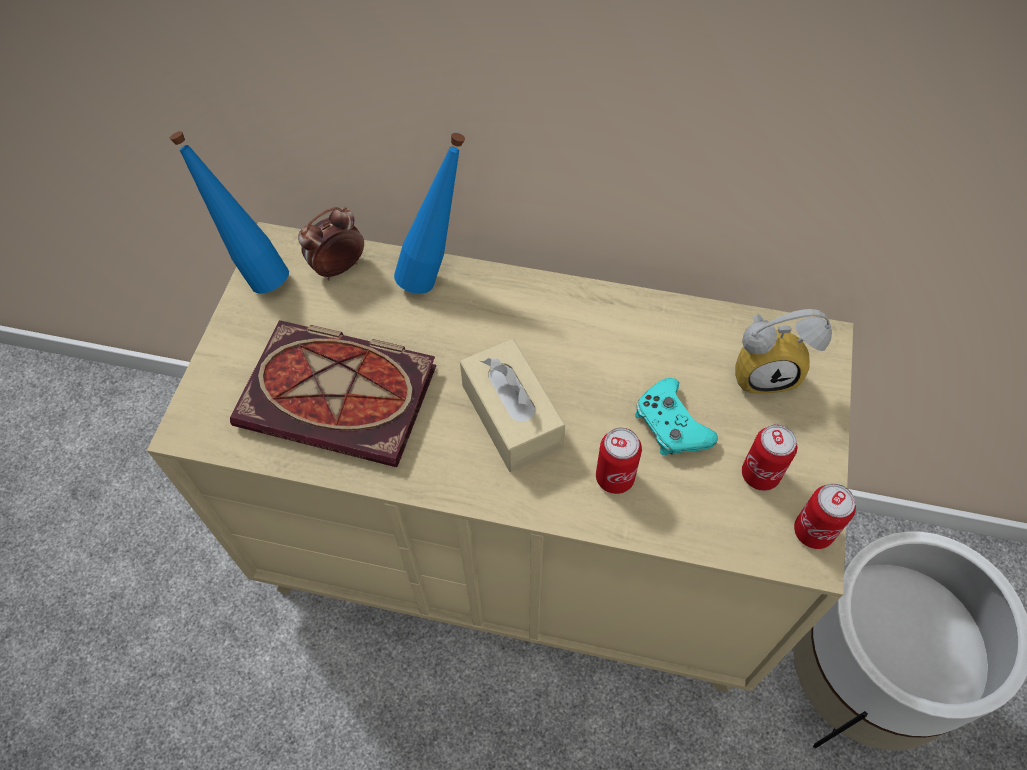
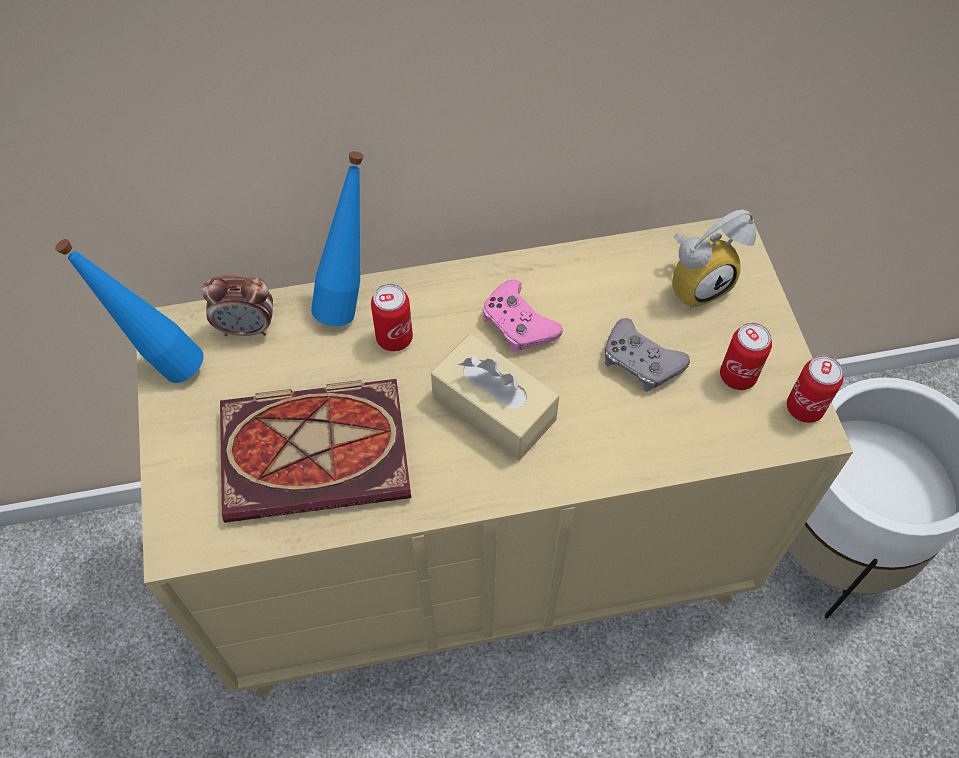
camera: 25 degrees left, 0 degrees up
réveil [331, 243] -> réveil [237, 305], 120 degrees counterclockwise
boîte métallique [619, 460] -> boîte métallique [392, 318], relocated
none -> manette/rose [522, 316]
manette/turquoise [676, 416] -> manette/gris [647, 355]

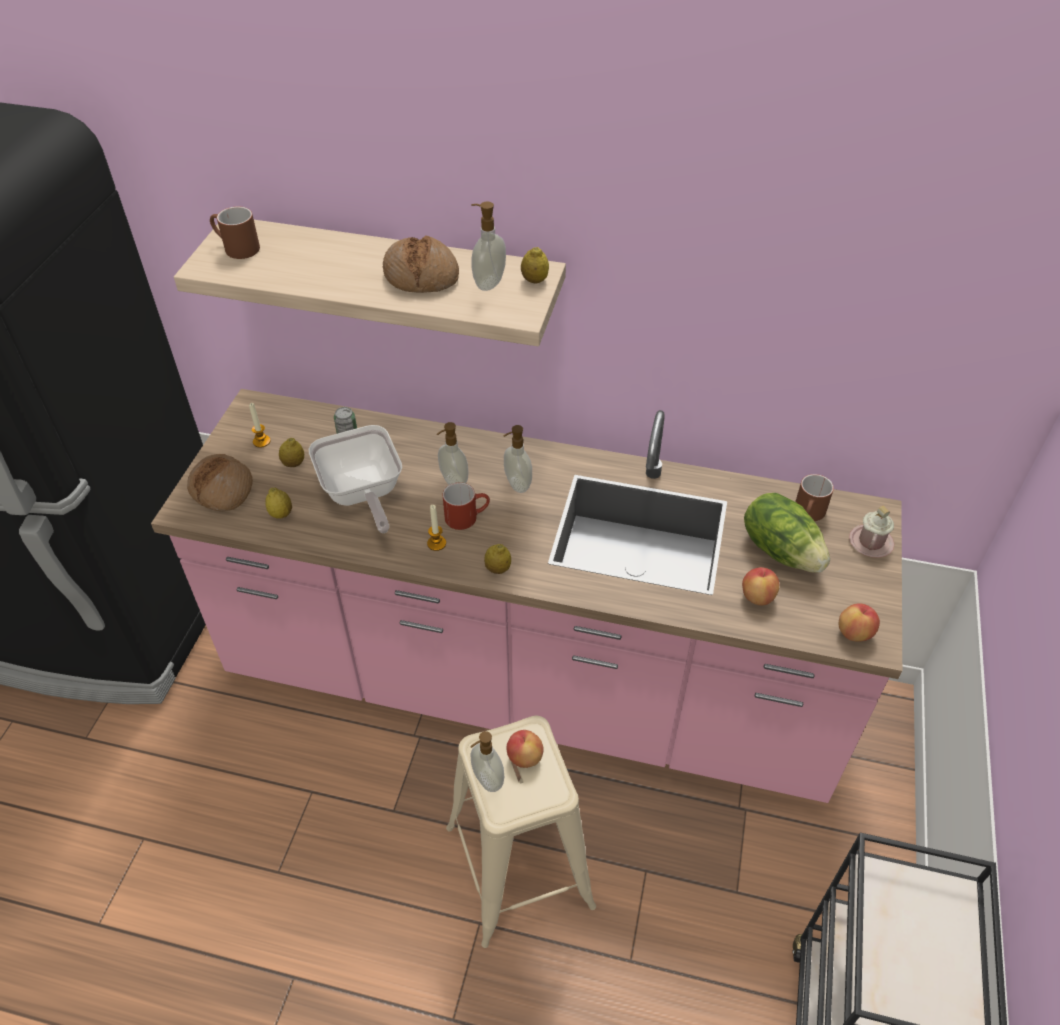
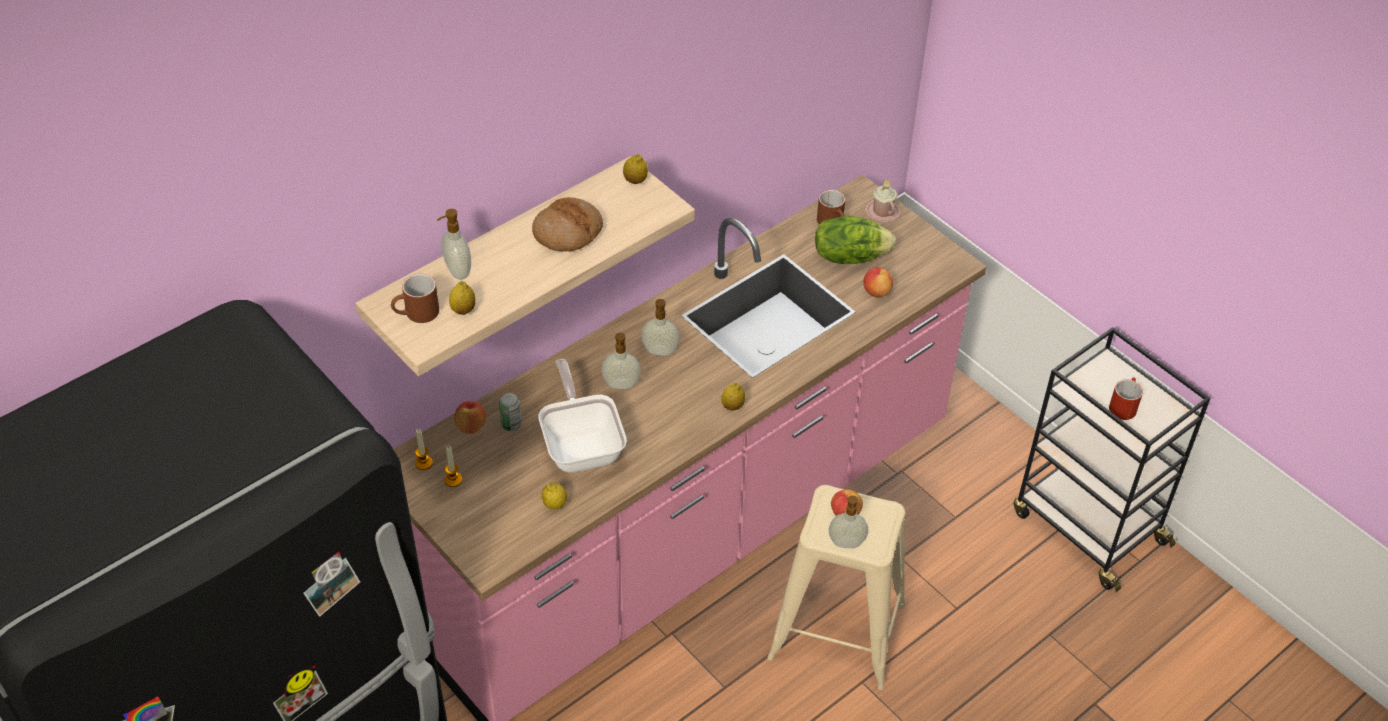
camera: 55 degrees left, 0 degrees up
bougie [436, 528] -> bougie [424, 449], relocated
distributeur de savon [488, 246] -> distributeur de savon [454, 244], relocated
citron [291, 452] -> citron [462, 298], relocated
pomme [859, 622] -> pomme [470, 417], relocated
poêle [355, 479] -> poêle [582, 416], 120 degrees counterclockwise
mug/rouge [466, 506] -> mug/rouge [1126, 399], relocated
pain [220, 482] -> none

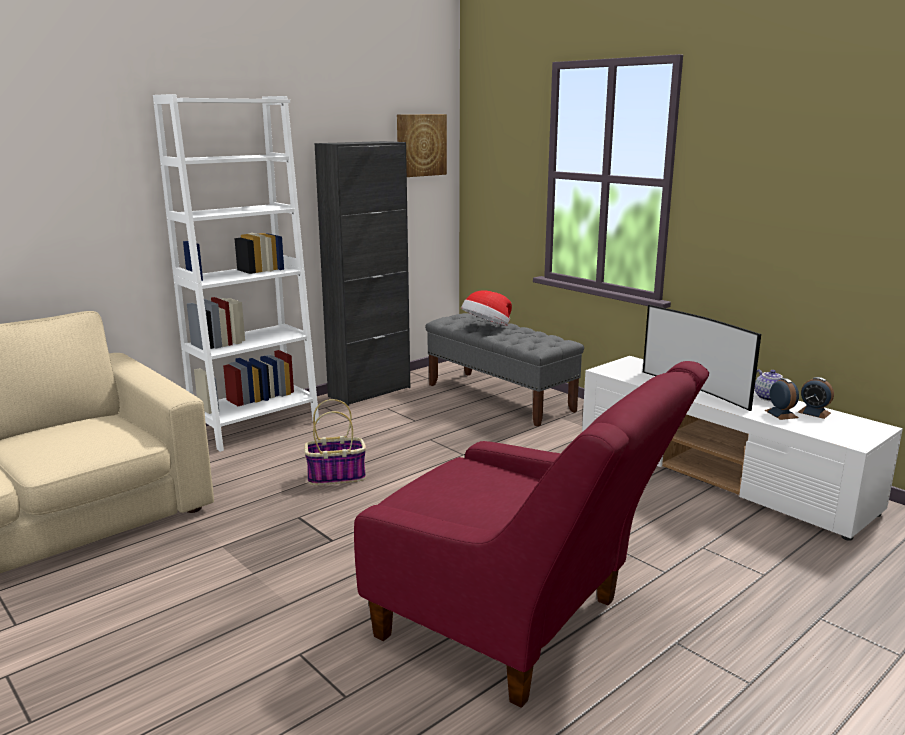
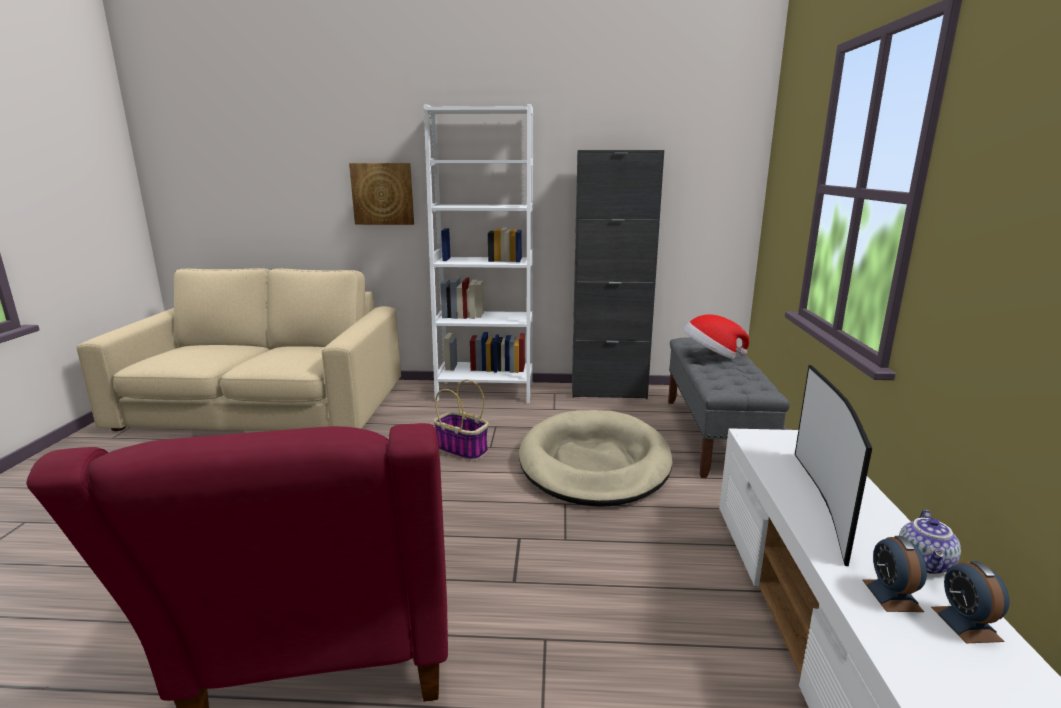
camera: 45 degrees right, 0 degrees up
tableau [422, 145] -> tableau [381, 194], relocated
none -> panier pour chien/beige [596, 458]
réveil [781, 399] -> réveil [894, 574], 150 degrees clockwise

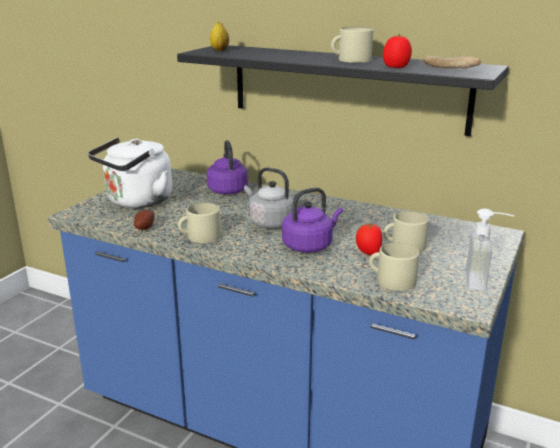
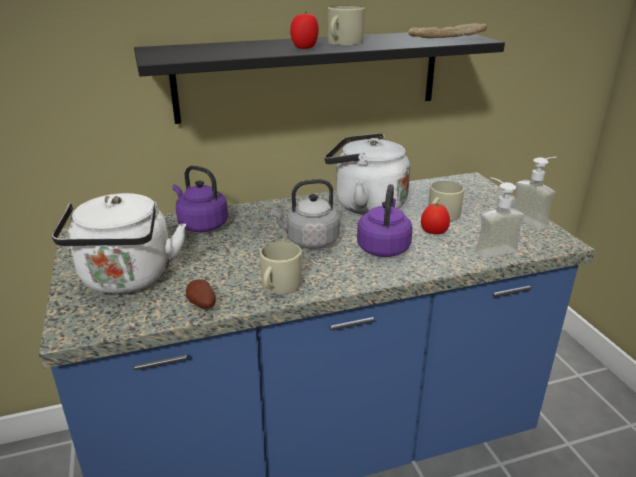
camera: 45 degrees left, 5 degrees up
tomate [397, 51] -> tomate [304, 30], relocated
none -> bouilloire/blanc [367, 174]
mug/beige [394, 267] -> distributeur de savon [500, 217]
citron [219, 36] -> none

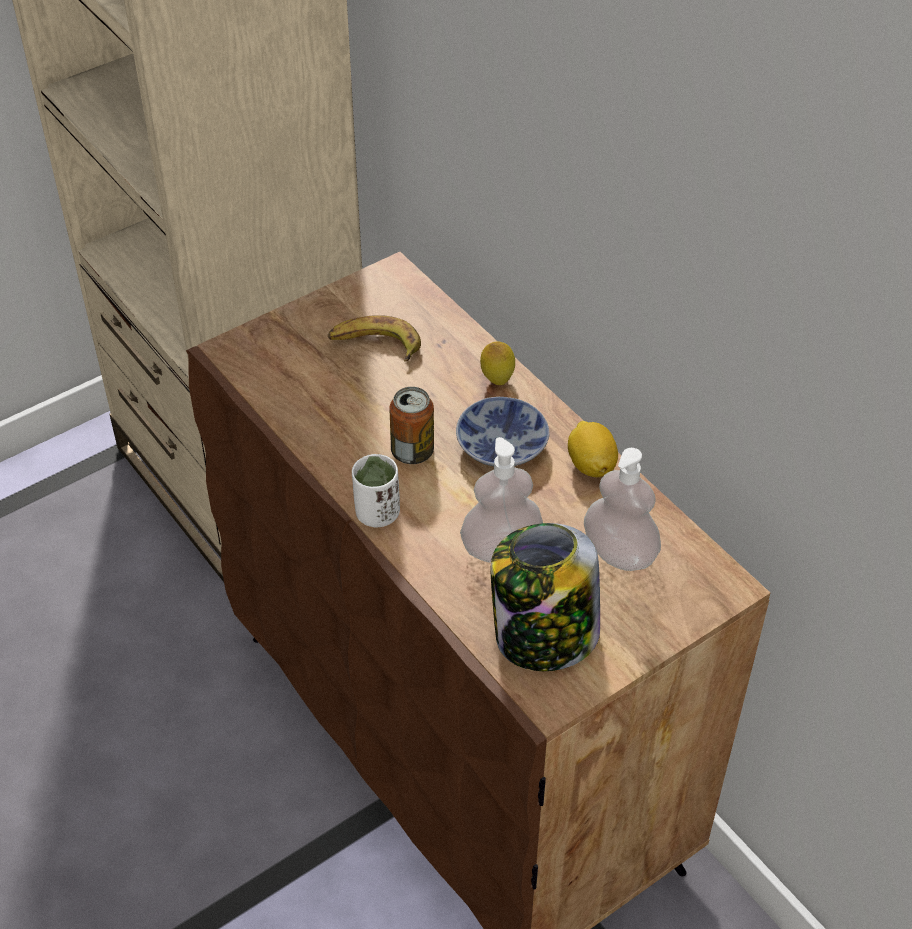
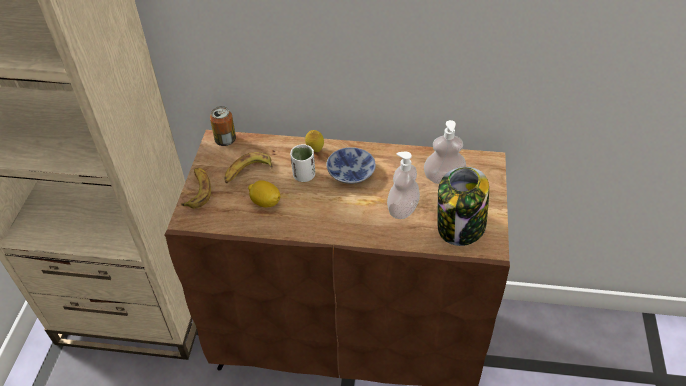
camera: 45 degrees left, 0 degrees up
none -> banane [196, 188]
boîte métallique [411, 425] -> boîte métallique [223, 126], relocated
citron [593, 449] -> citron [264, 194], relocated
tasse/blanc [376, 490] -> tasse/blanc [302, 163], relocated

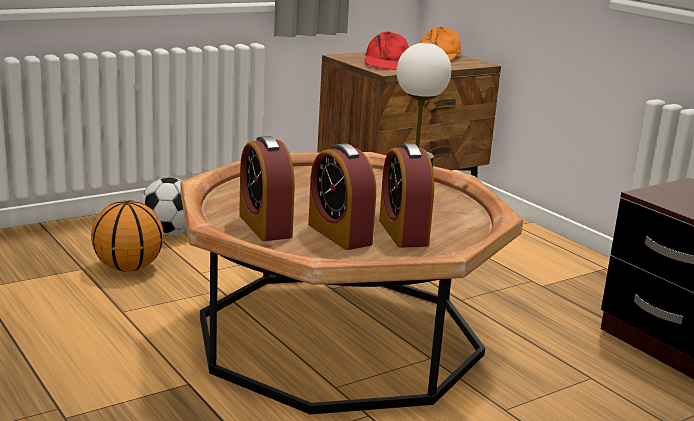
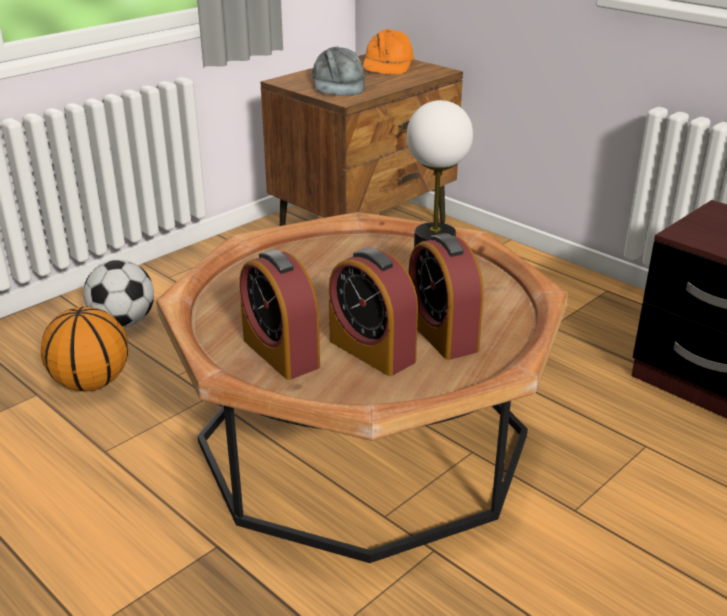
camera: 10 degrees left, 10 degrees up
casquette/rouge [387, 50] -> casquette/gris [339, 71]

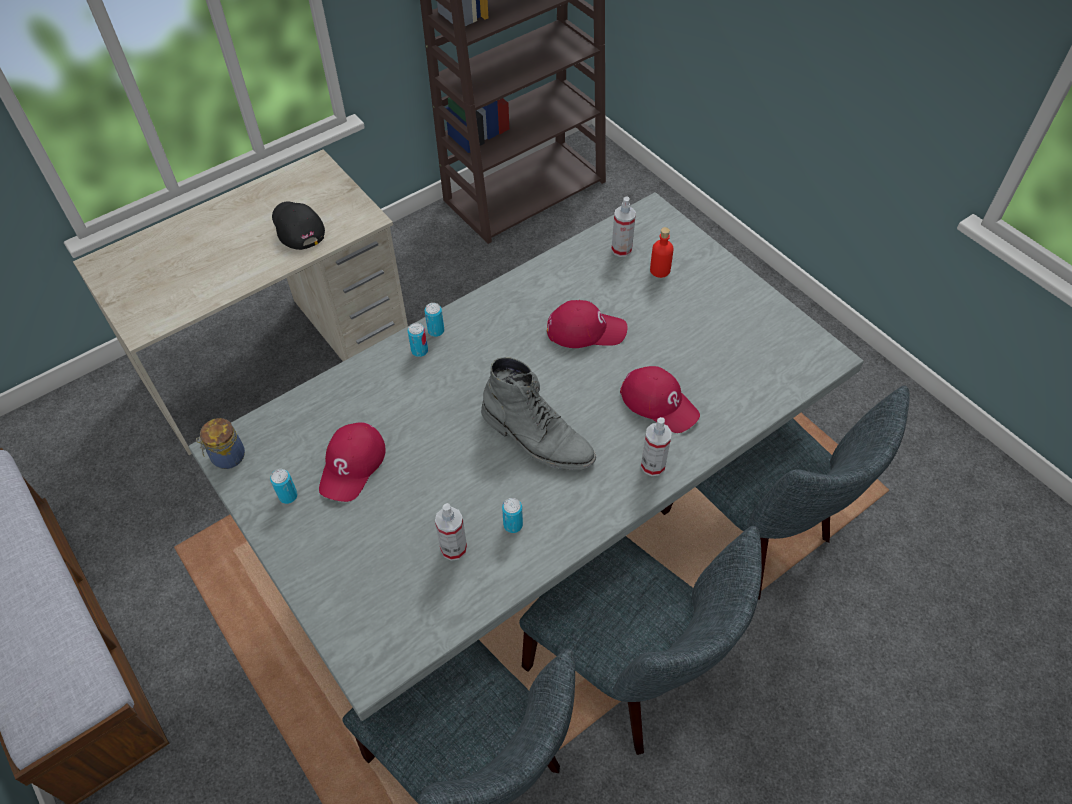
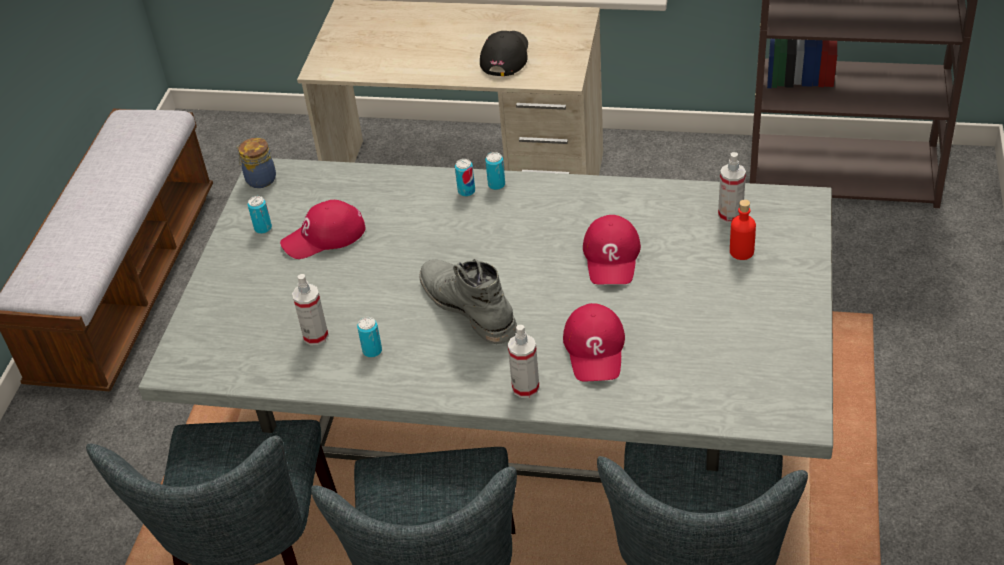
camera: 50 degrees right, 10 degrees down
botte/gris [538, 413] -> botte/gris [468, 301], 150 degrees clockwise
casquette/rouge [587, 324] -> casquette/rouge [612, 249], 45 degrees clockwise

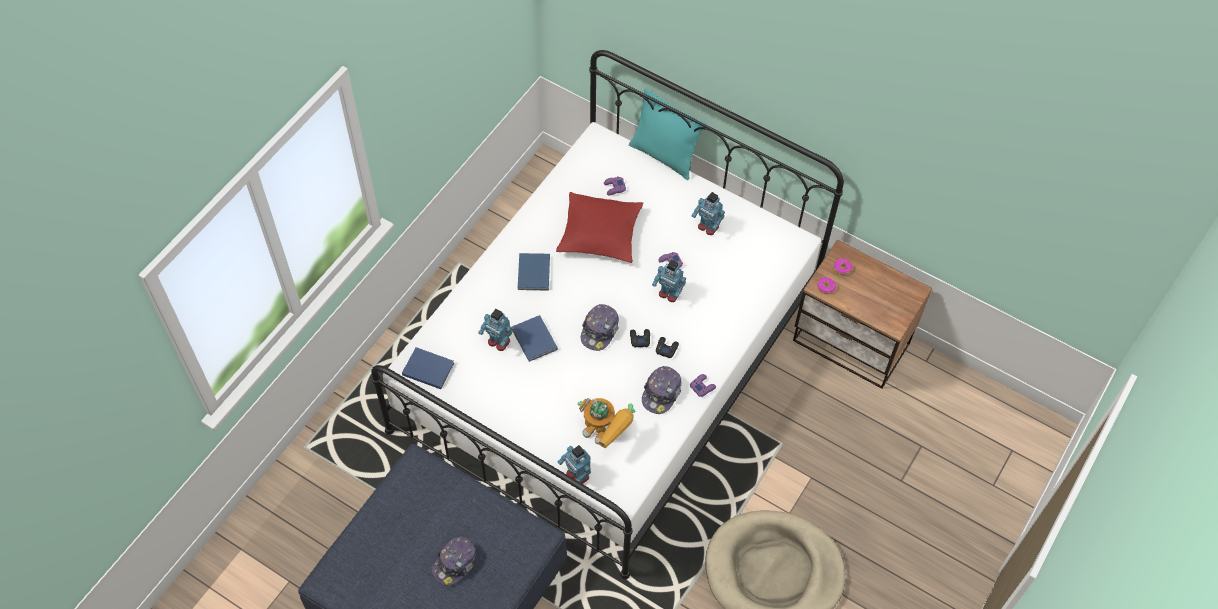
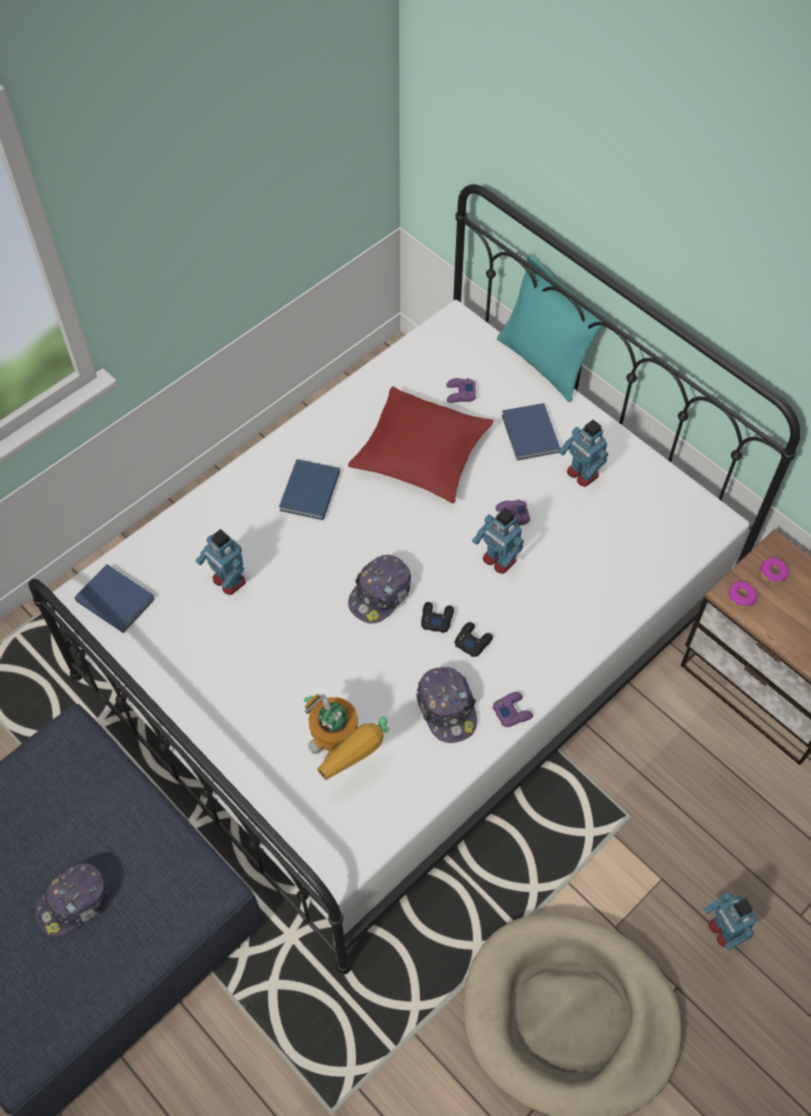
camera: 15 degrees right, 0 degrees up
casquette [662, 390] -> casquette [446, 705], 60 degrees counterclockwise
livre/bleu [535, 338] -> livre/bleu [531, 431], relocated
robot jouet [574, 464] -> robot jouet [730, 921], relocated

